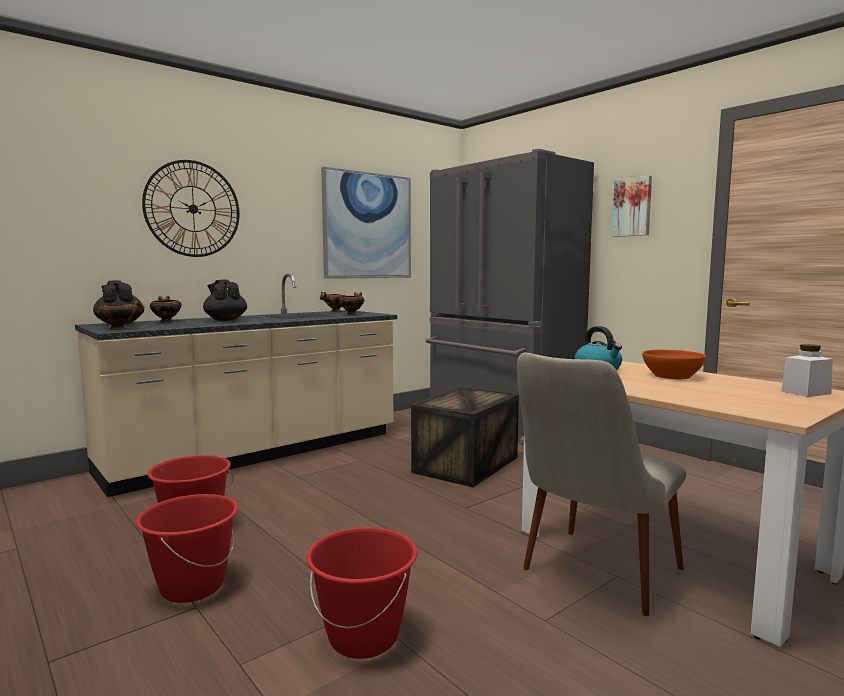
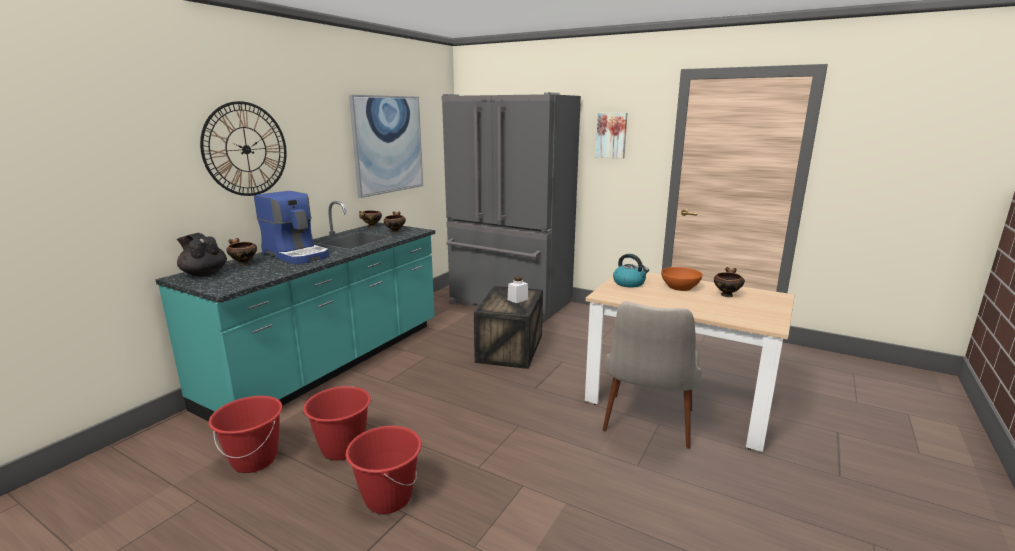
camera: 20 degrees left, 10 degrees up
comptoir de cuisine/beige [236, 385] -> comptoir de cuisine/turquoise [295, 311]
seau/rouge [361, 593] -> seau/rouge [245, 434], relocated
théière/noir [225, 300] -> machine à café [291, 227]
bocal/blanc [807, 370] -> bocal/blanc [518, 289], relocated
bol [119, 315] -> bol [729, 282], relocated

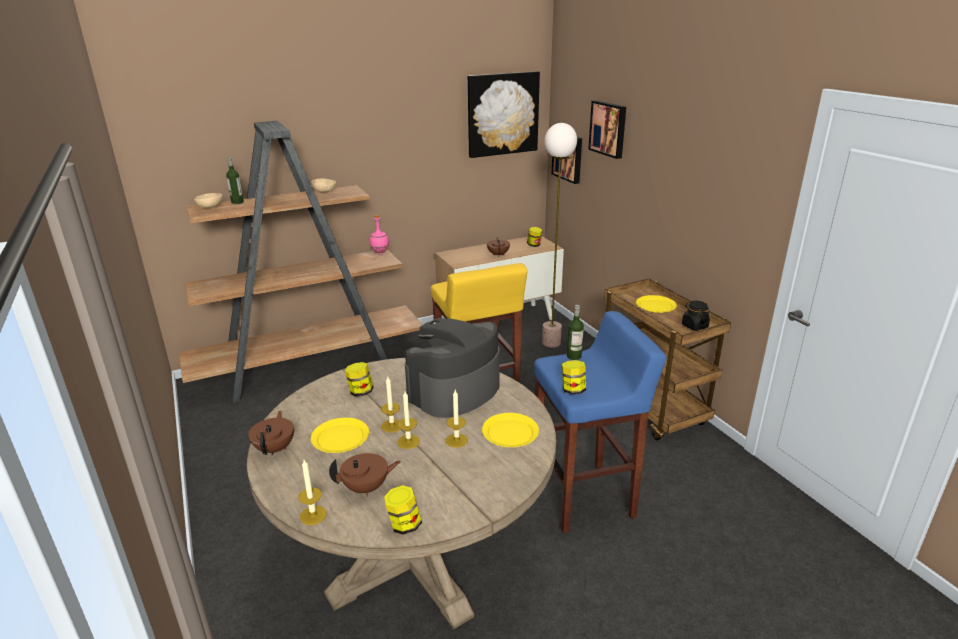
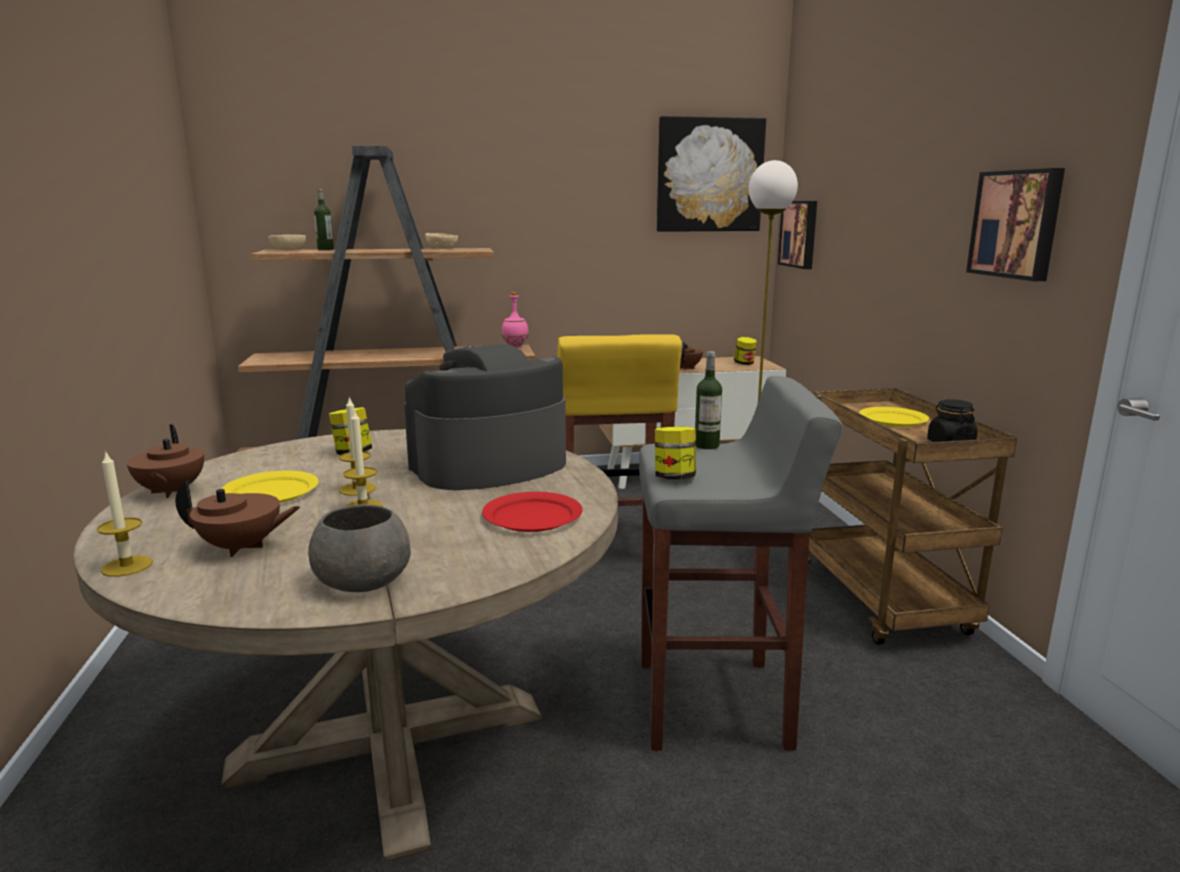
camera: 15 degrees right, 10 degrees down
théière/marron [271, 433] -> théière/marron [165, 461], 150 degrees clockwise
none -> bol/gris [359, 548]
assiette/jaune [510, 430] -> assiette/rouge [532, 512]
tabouret/bleu [600, 422] -> tabouret/gris [741, 563]
tableau [607, 129] -> tableau [1015, 224], relocated
bocal [403, 510] -> none
bougie [457, 419] -> none

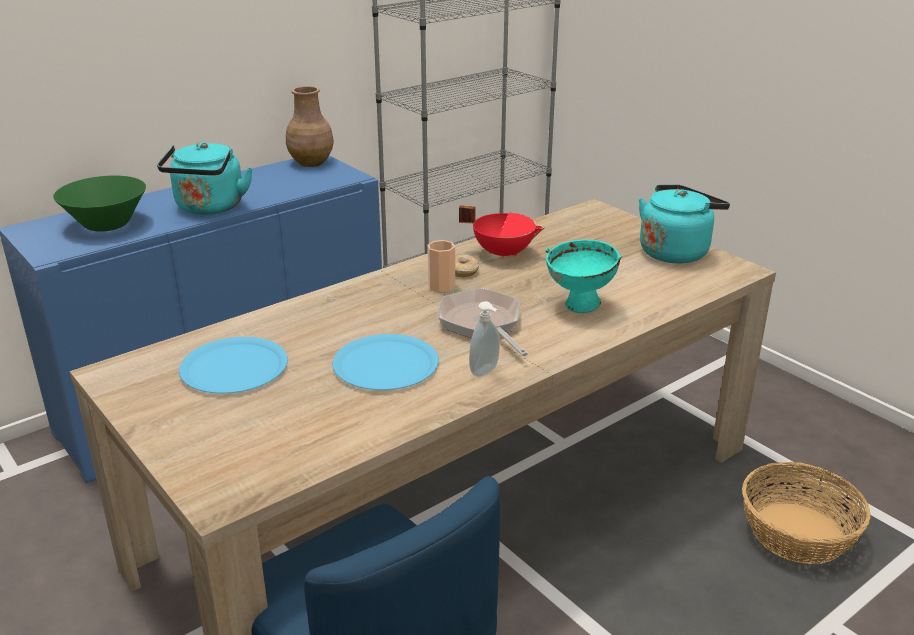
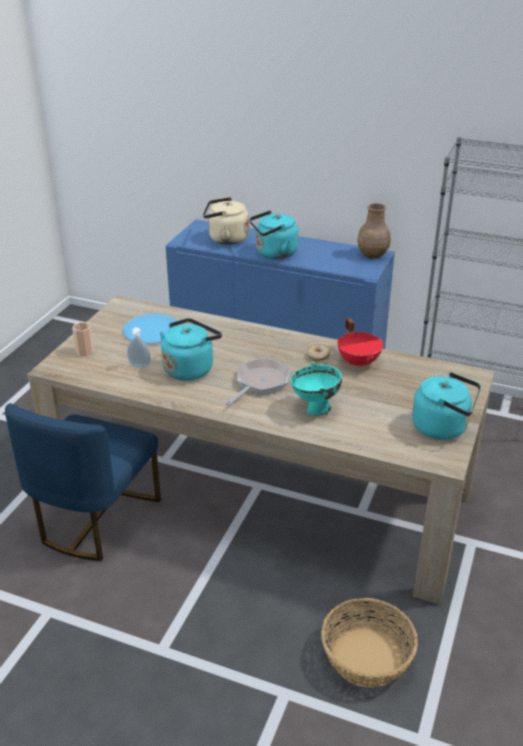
camera: 60 degrees right, 5 degrees up
tasse [441, 266] -> tasse [83, 339], relocated
distributeur de savon [484, 339] -> distributeur de savon [139, 347], relocated
assiette/bleu [386, 362] -> bouilloire/turquoise [191, 349]
bol/vert [99, 204] -> bouilloire/beige [226, 221]

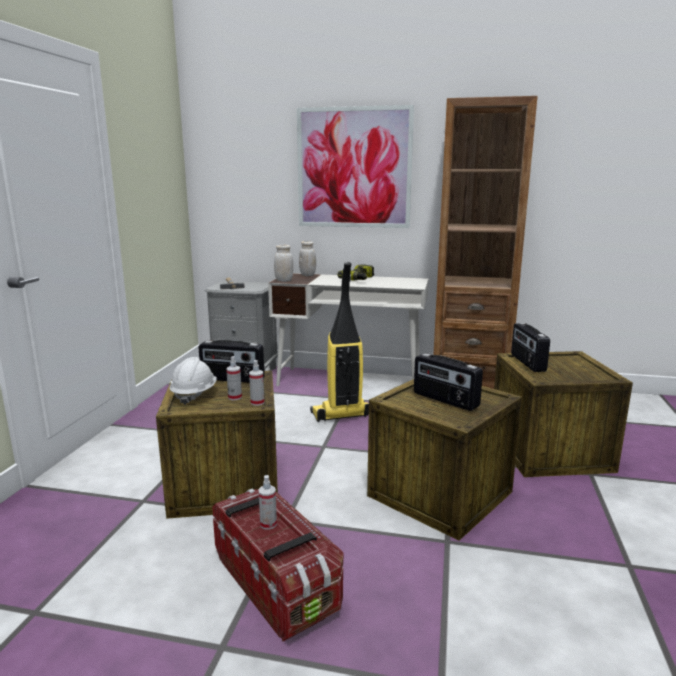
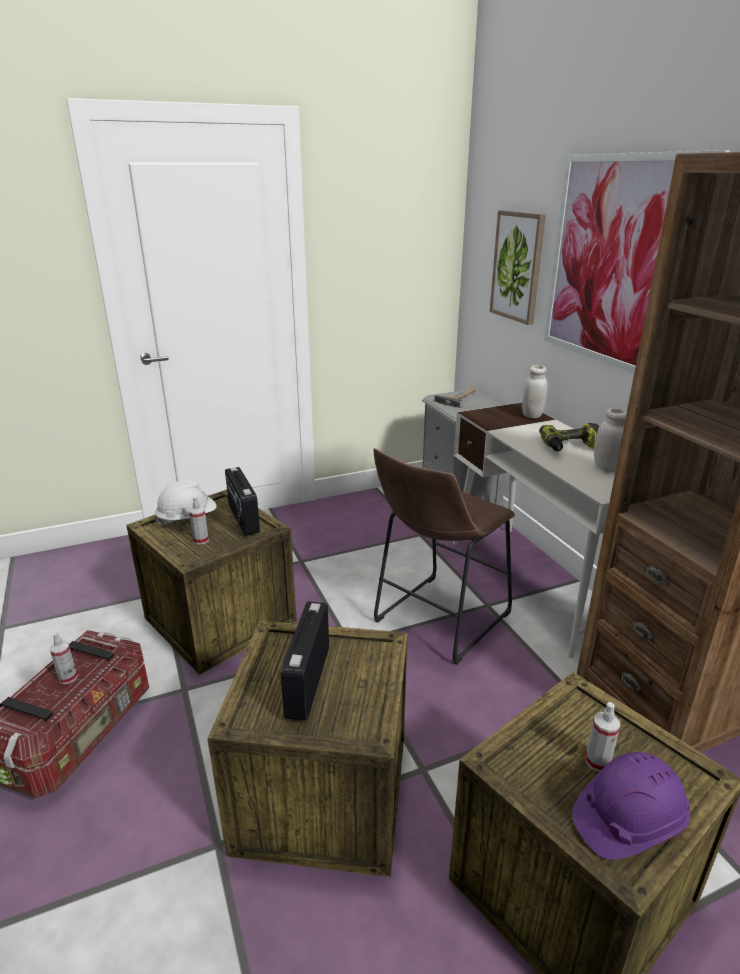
camera: 55 degrees right, 10 degrees up
aspirateur [339, 342] -> tabouret/marron [444, 556]
none -> tableau [518, 267]
none -> casque de chantier/violet [631, 806]
vaporisateur [256, 383] -> vaporisateur [602, 737], relocated
bocal/blanc [283, 263] -> bocal/blanc [610, 440], relocated
radio [530, 347] -> none

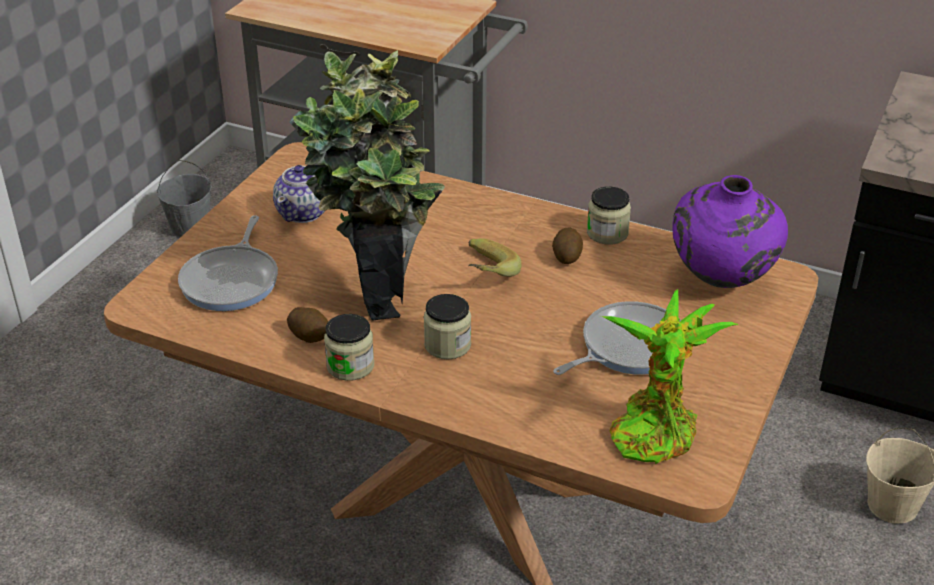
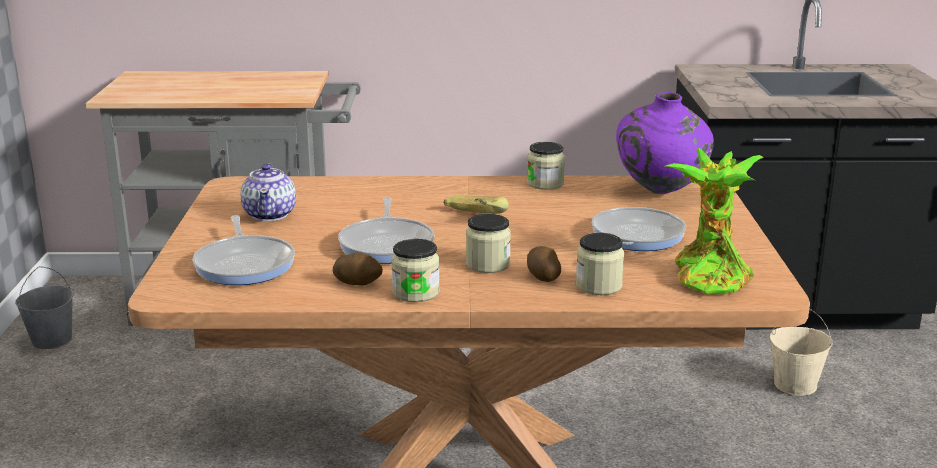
camera: 25 degrees left, 15 degrees down
plante en pot [367, 185] -> poêle [386, 231]
pomme de terre [567, 246] -> pomme de terre [544, 264], relocated
none -> bocal [600, 264]

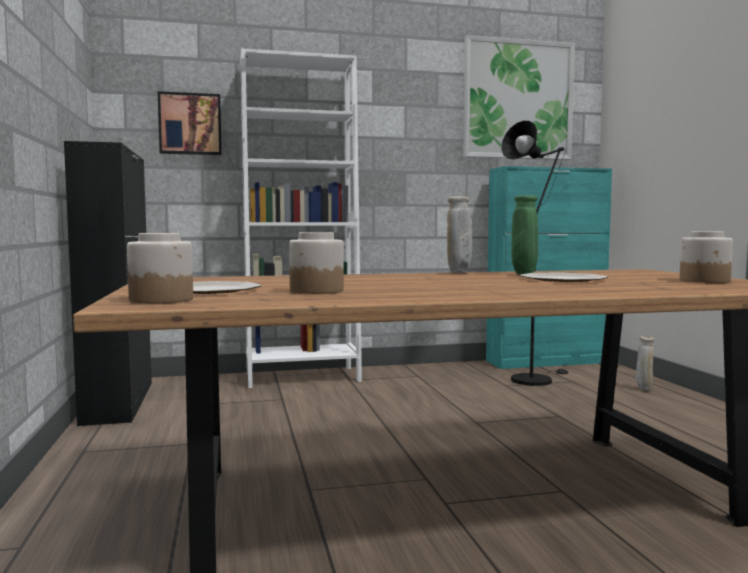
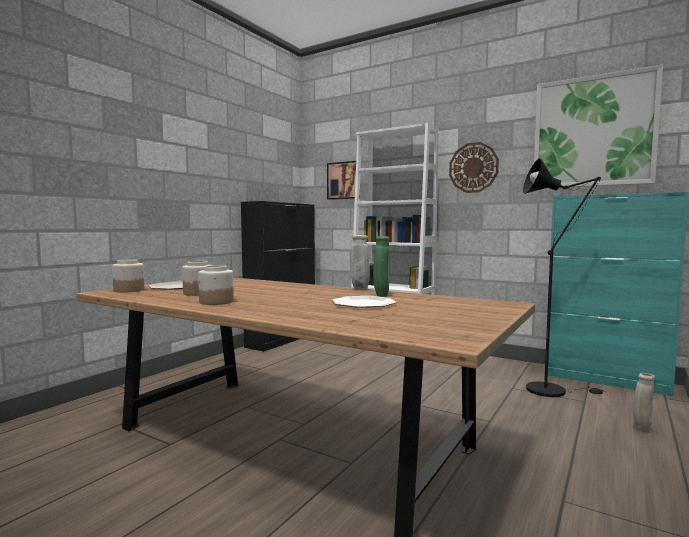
camera: 45 degrees right, 0 degrees up
bocal [706, 257] -> bocal [216, 285], relocated
none -> horloge murale [474, 167]

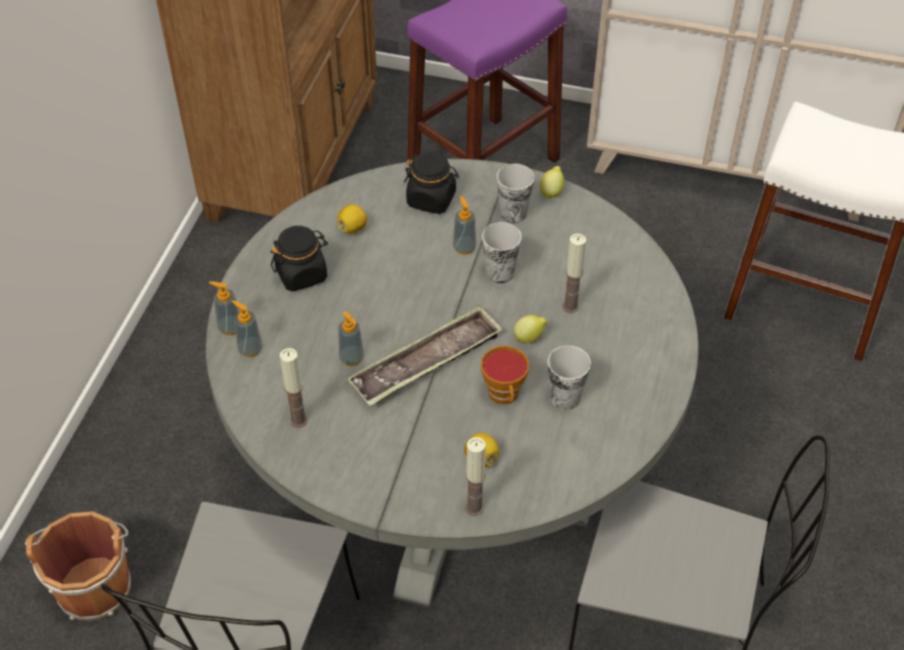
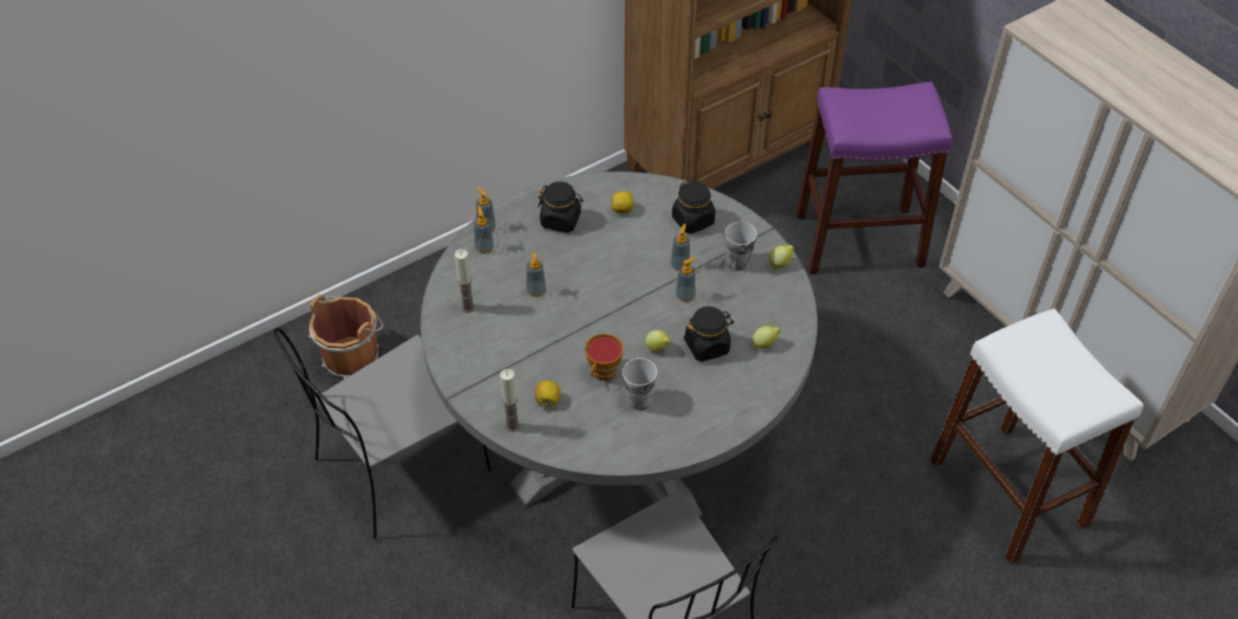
camera: 40 degrees right, 0 degrees up
tasse [502, 252] -> distributeur de savon [686, 279]
bougie [574, 273] -> bocal/noir [709, 334]
none -> citron [766, 337]
plateau [425, 355] -> none

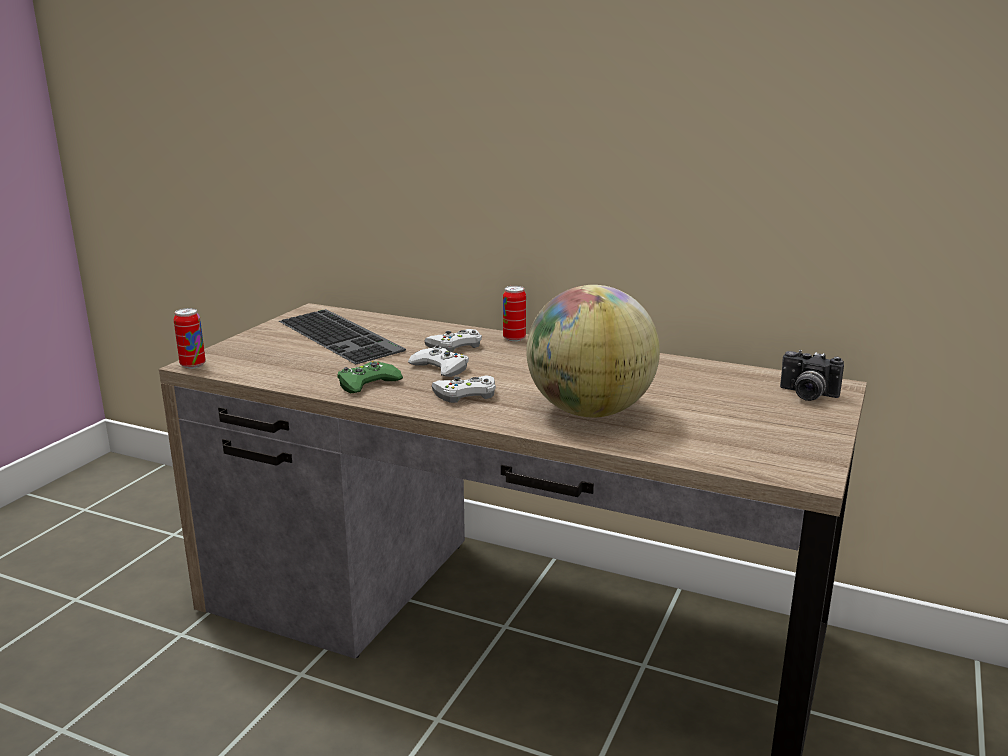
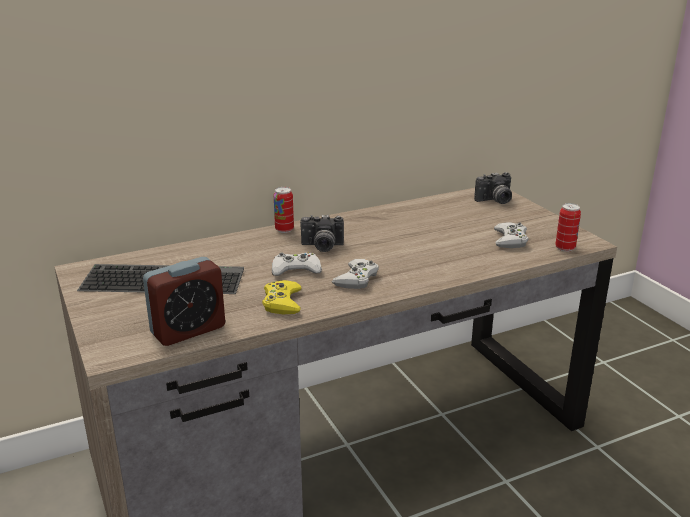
camera: 50 degrees left, 5 degrees up
none -> réveil [184, 301]
manette/vert [370, 377] -> manette/jaune [282, 297]
none -> appareil photo [322, 233]
manette/blanc [453, 340] -> manette/blanc [511, 235], relocated
boîte métallique [189, 338] -> boîte métallique [568, 227], relocated
globe [593, 351] -> none

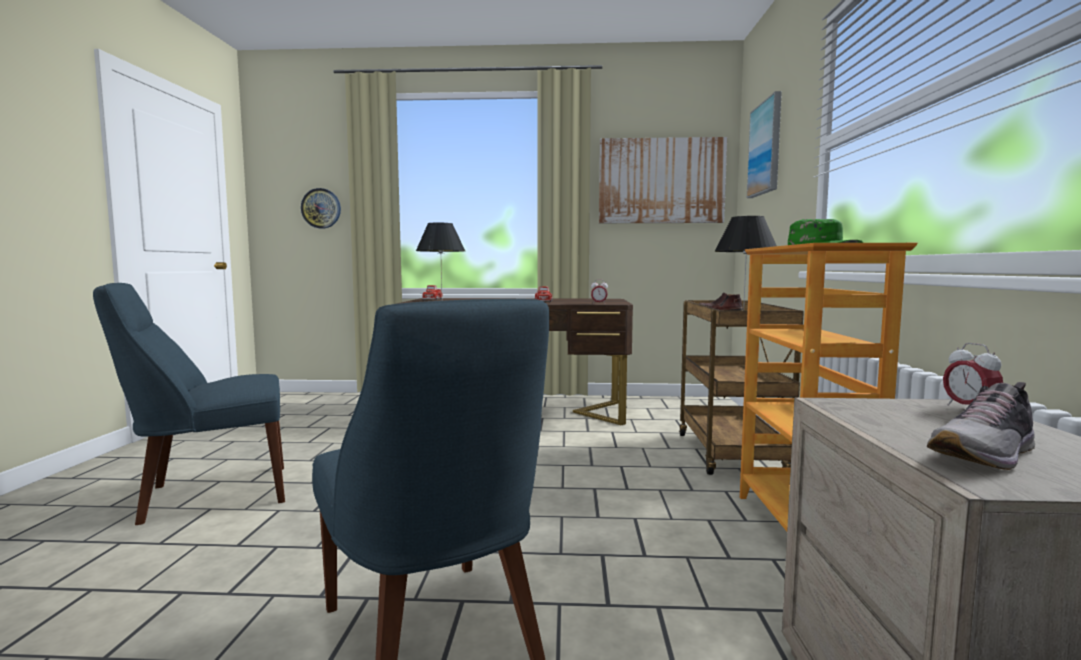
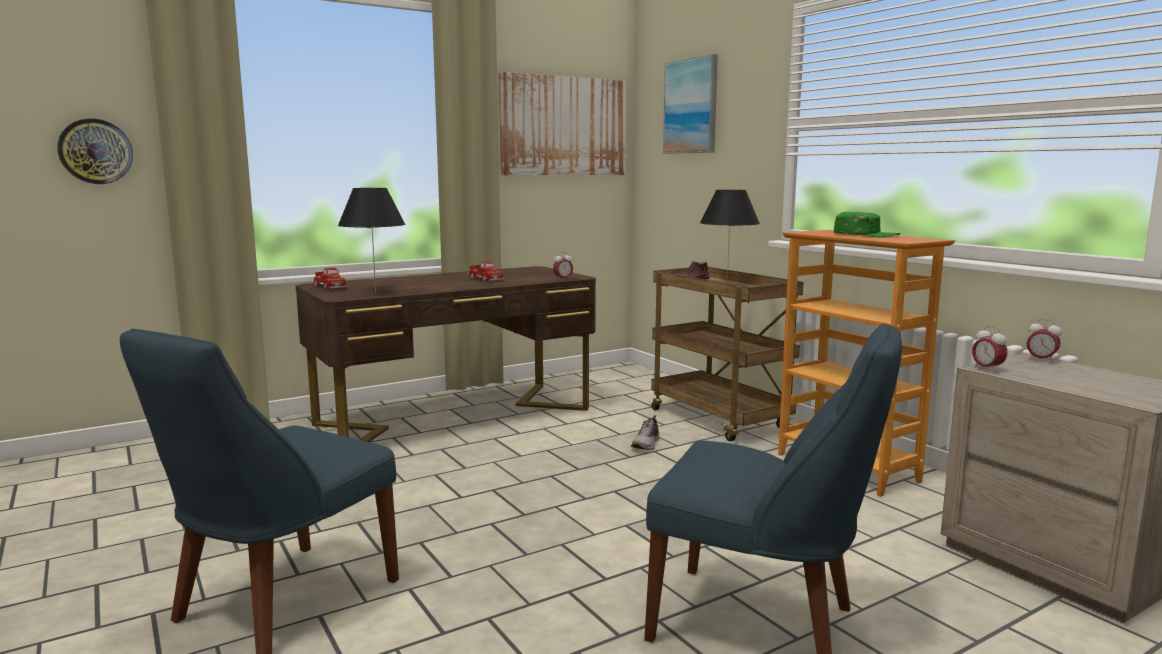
camera: 35 degrees left, 5 degrees up
chaussure [981, 426] -> chaussure [645, 432], relocated
none -> réveil [989, 349]

